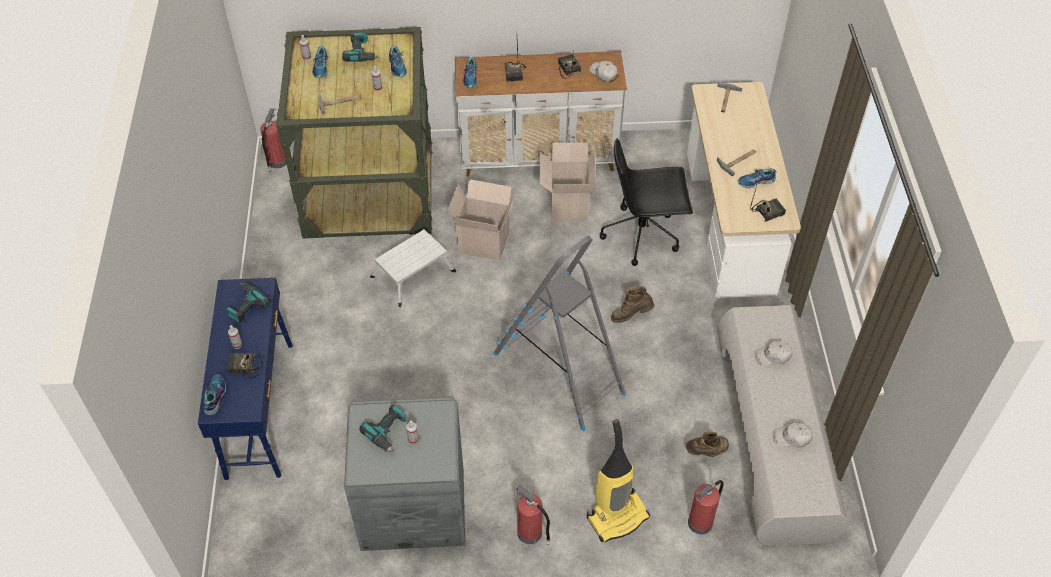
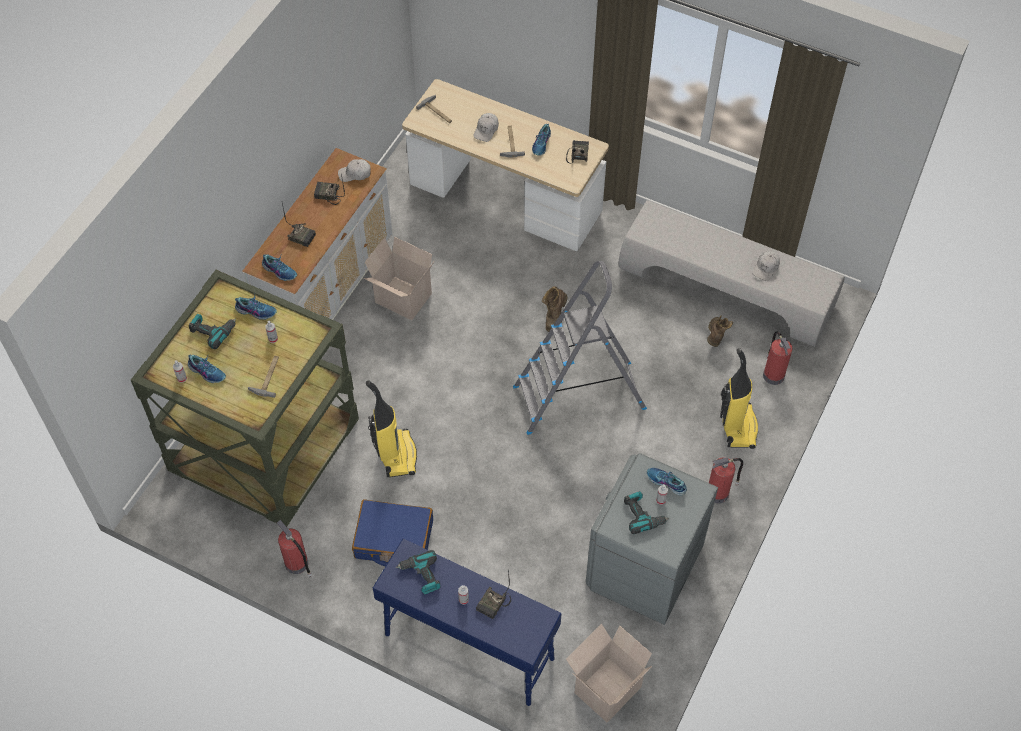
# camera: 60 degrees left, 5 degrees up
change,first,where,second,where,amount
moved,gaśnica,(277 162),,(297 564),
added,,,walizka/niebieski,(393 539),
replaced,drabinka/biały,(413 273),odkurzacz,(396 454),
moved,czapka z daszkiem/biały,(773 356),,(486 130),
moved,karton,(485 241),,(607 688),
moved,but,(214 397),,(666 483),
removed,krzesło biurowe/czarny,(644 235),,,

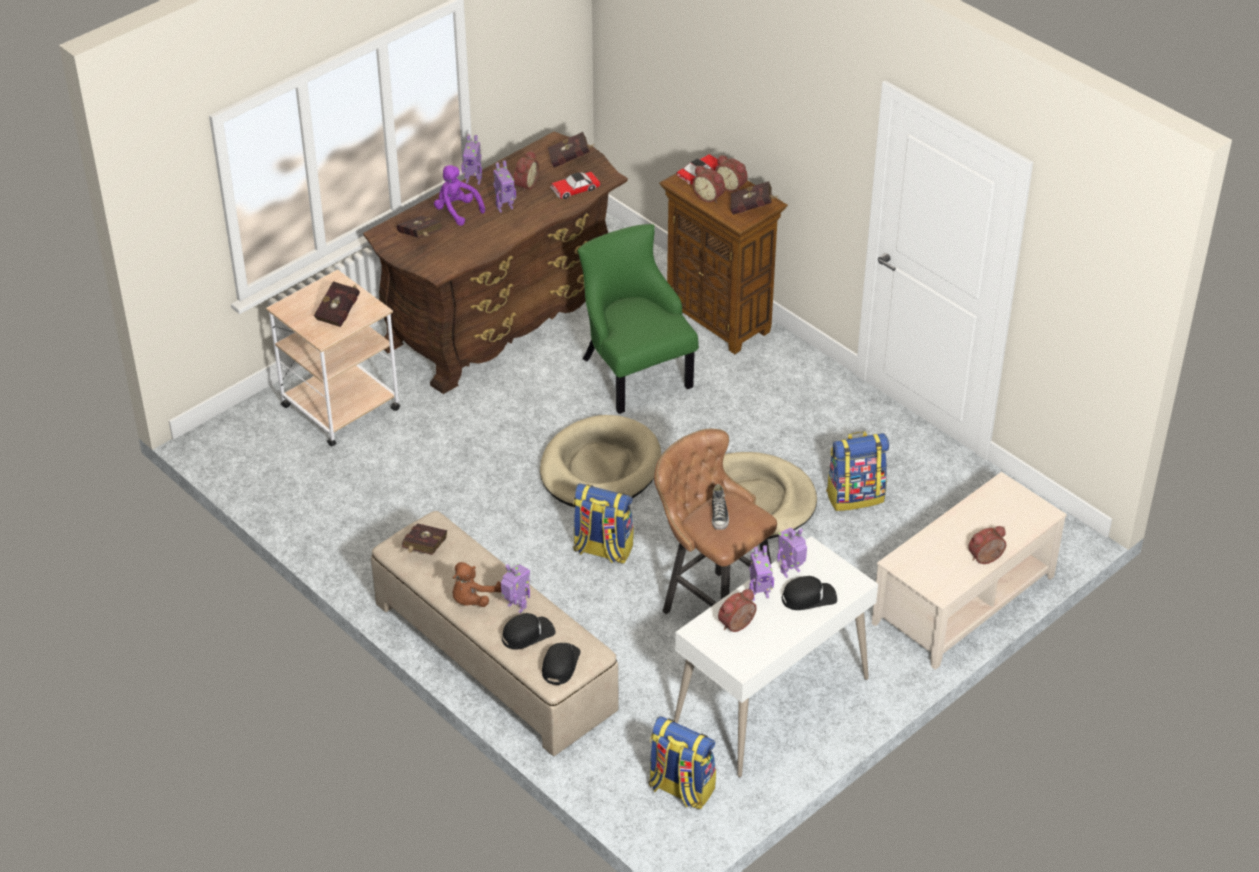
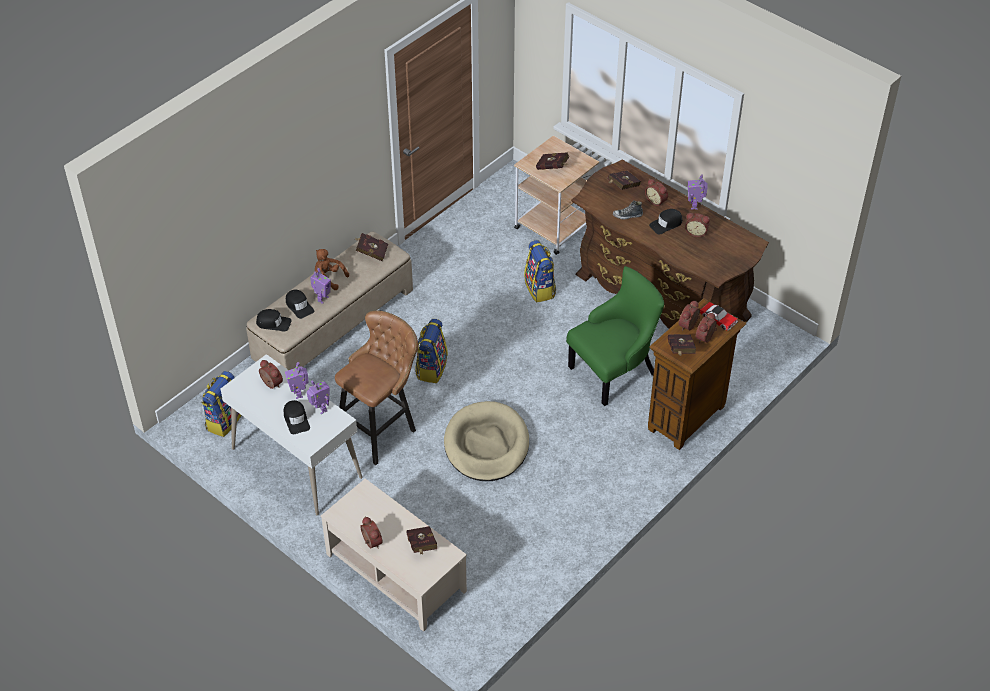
# camera: 85 degrees right, 5 degrees up
change,first,where,second,where,amount
moved,książka/czerwony,(570 159),,(422 546),
moved,plecak,(855 496),,(540 289),
moved,but,(719 516),,(627 215),
replaced,pluszak/fioletowy,(457 211),budzik,(656 201),
replaced,robot zabawkowy,(504 207),czapka z daszkiem/czarny,(666 224),
removed,legowisko/beżowy,(600 468),,,
removed,samochodzik,(575 189),,,

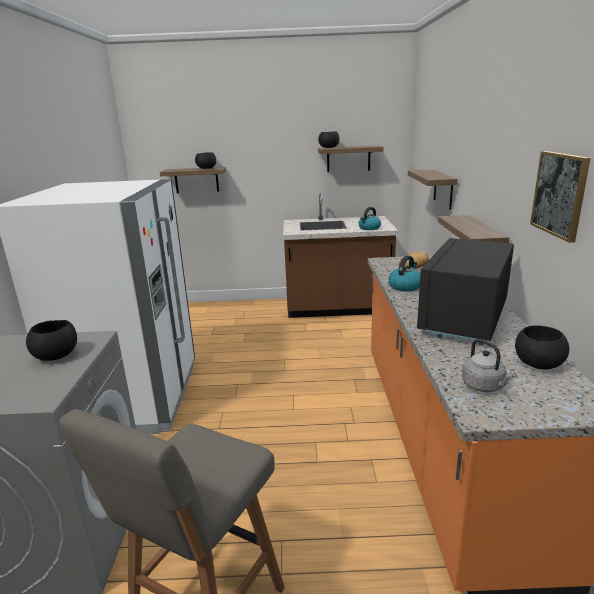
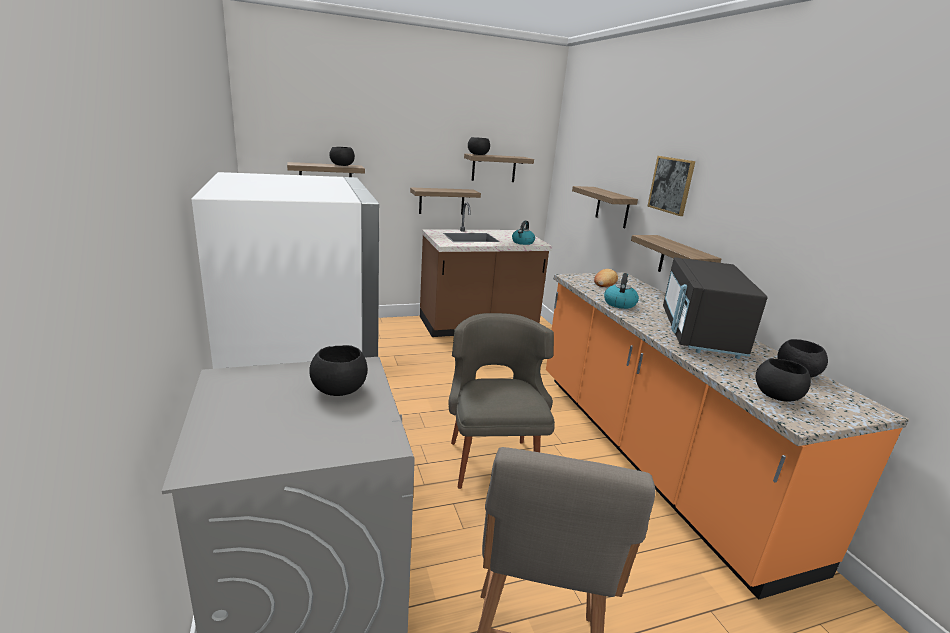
# camera: 20 degrees left, 0 degrees up
change,first,where,second,where,amount
added,,,półka,(441 201),
added,,,krzesło/szary,(492 464),
moved,obraz,(560 194),,(671 185),
replaced,czajnik/szary,(484 386),miska/czarny,(777 396),

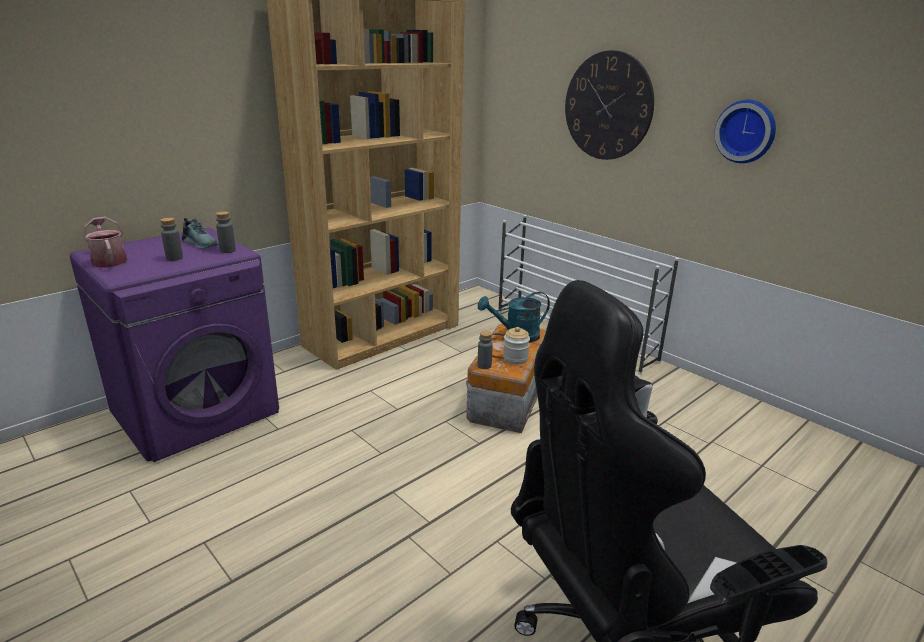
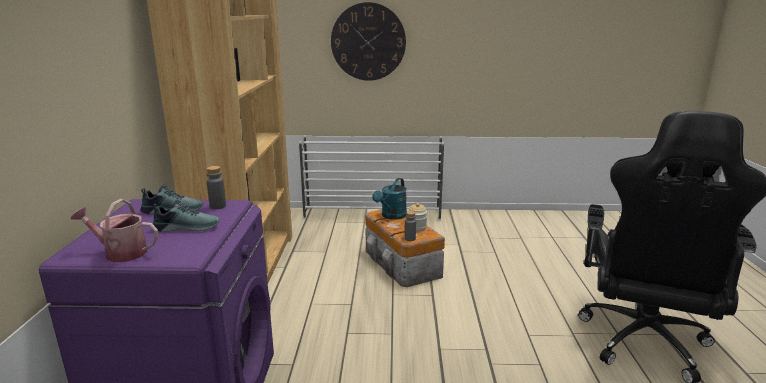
# camera: 45 degrees left, 5 degrees down
change,first,where,second,where,amount
replaced,butelka/szary,(174 258),but,(187 227),
removed,zegar ścienny,(746 131),,,

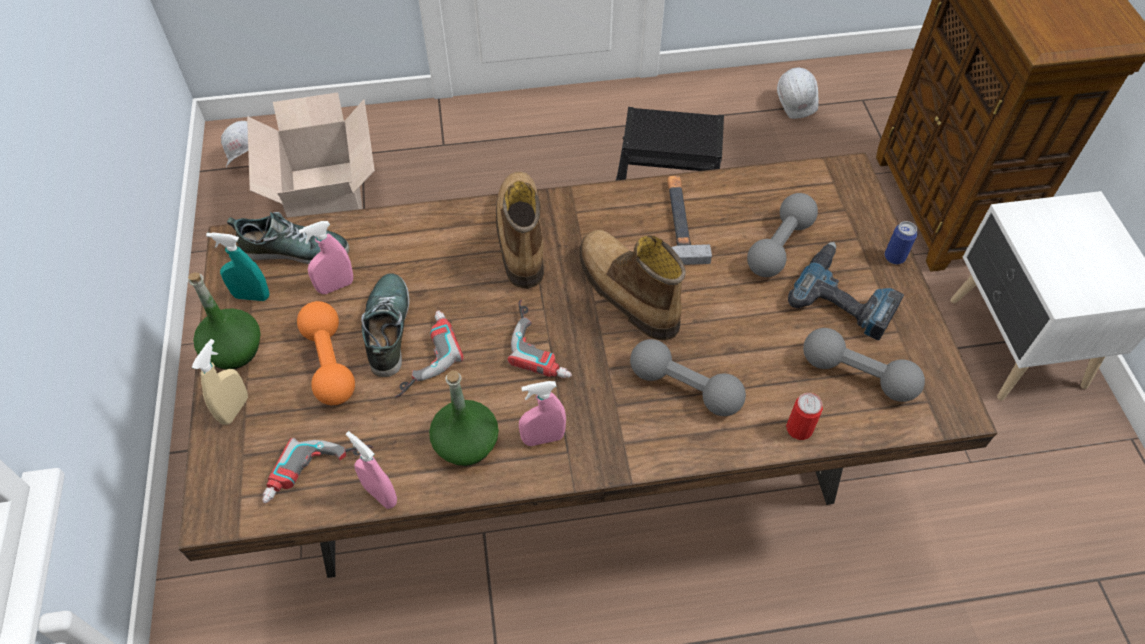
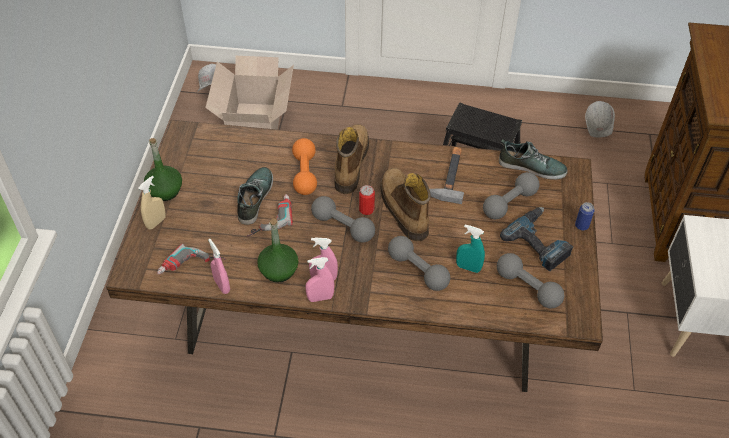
# camera: 15 degrees right, 5 degrees down
change,first,where,second,where,amount
moved,hantel/pomarańczowy,(329 363),,(304 174),
moved,spryskiwacz/różowy,(336 286),,(320 298),
replaced,wiertarka,(544 343),hantel/szary,(343 227),
moved,puszka,(799 428),,(366 209),
moved,spryskiwacz/turkusowy,(252 296),,(468 267),
moved,but,(295 249),,(531 167),

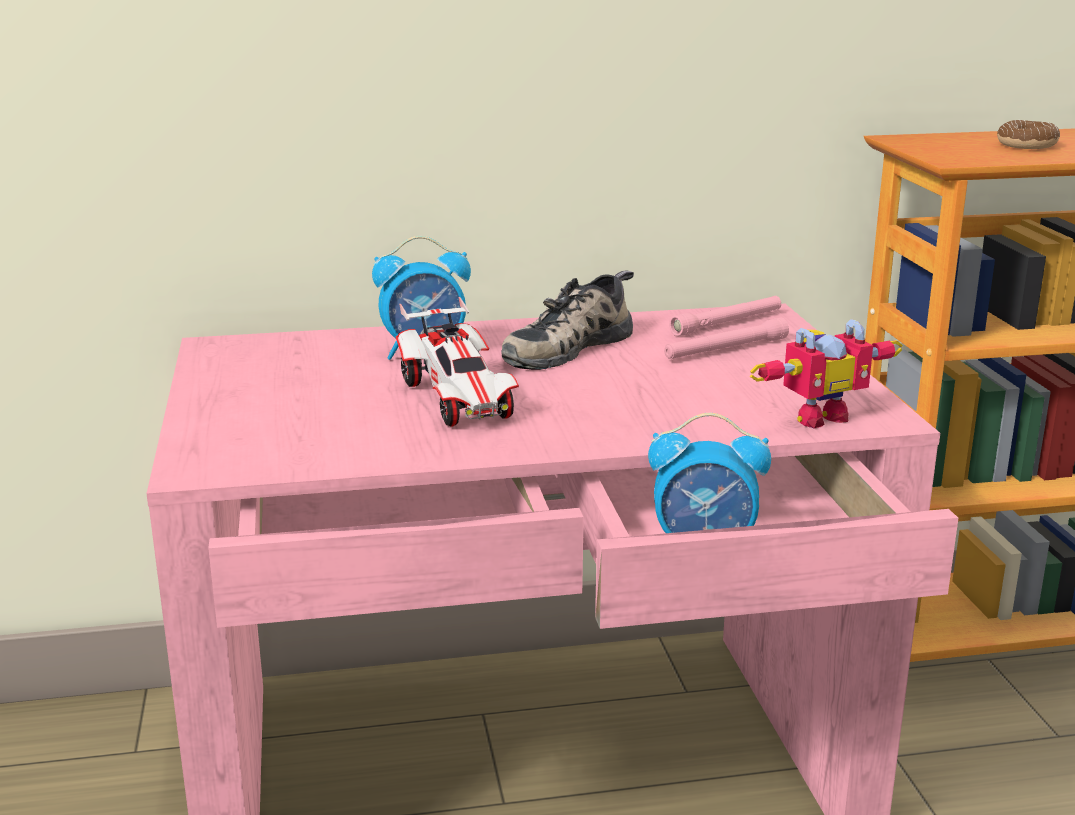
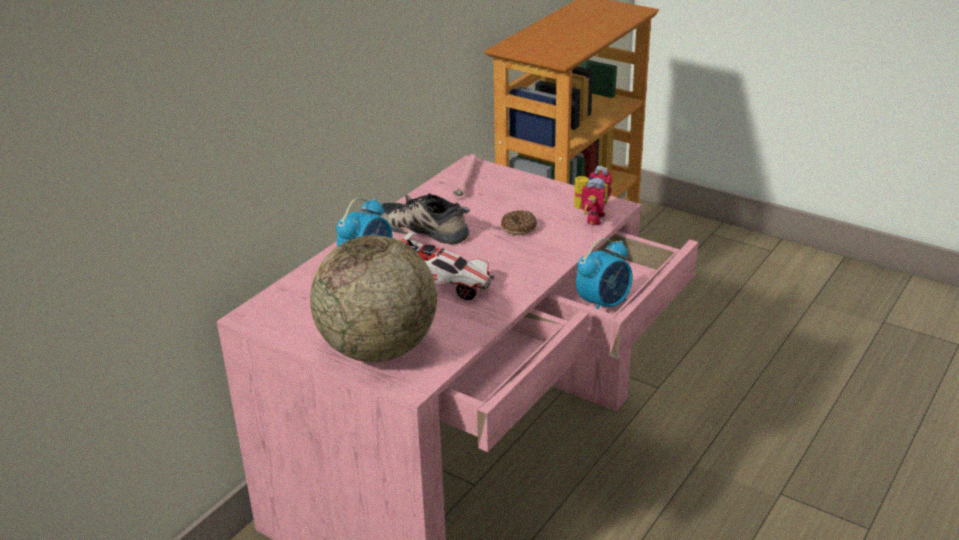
# camera: 45 degrees left, 10 degrees up
change,first,where,second,where,amount
added,,,globus,(378 349),
turned,but,(566 346),,(424 228),120 degrees clockwise
moved,donut,(1026 145),,(519 228),
removed,latarka/różowy,(725 350),,,

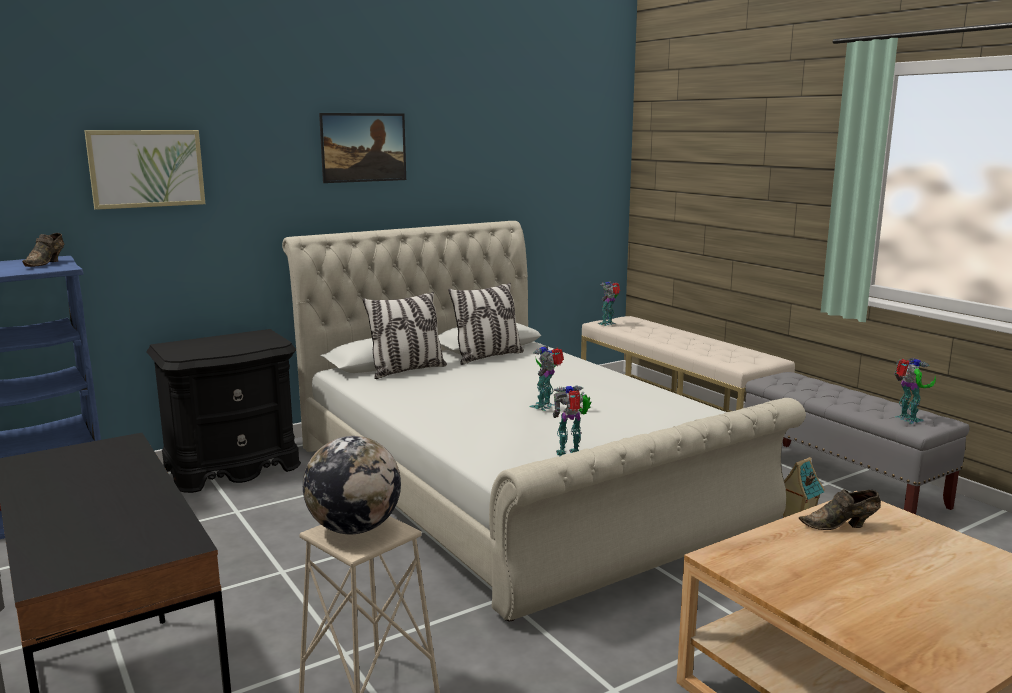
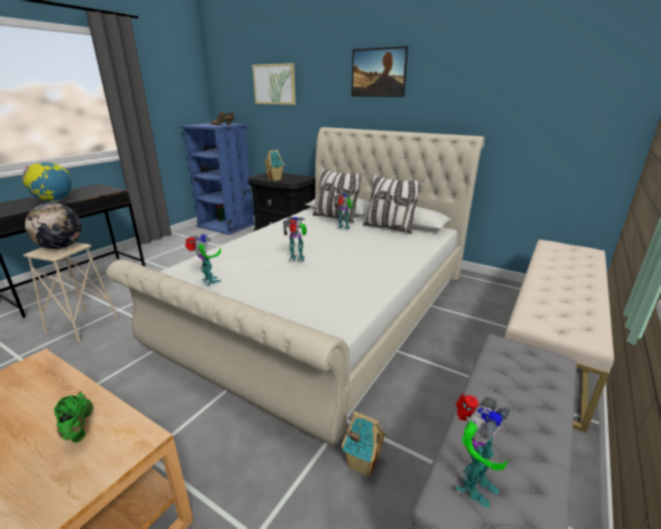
# camera: 65 degrees right, 10 degrees up
change,first,where,second,where,amount
added,,,globus,(54 201),
recoloured,but/brązowy,(841 526),but/zielony,(78 426),
added,,,domek,(275 179),
moved,robot zabawkowy,(608 324),,(344 228),

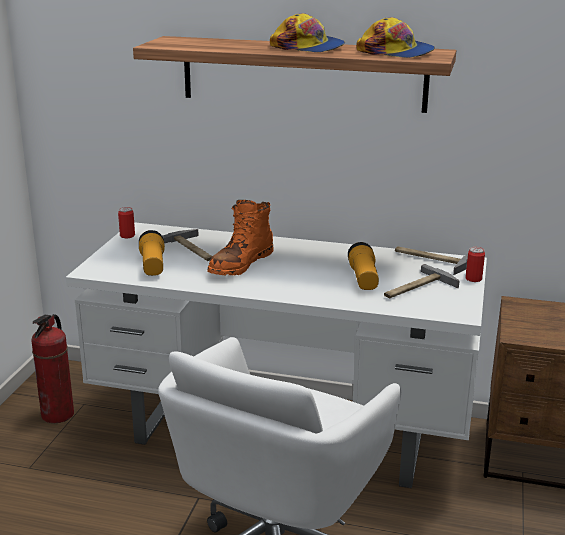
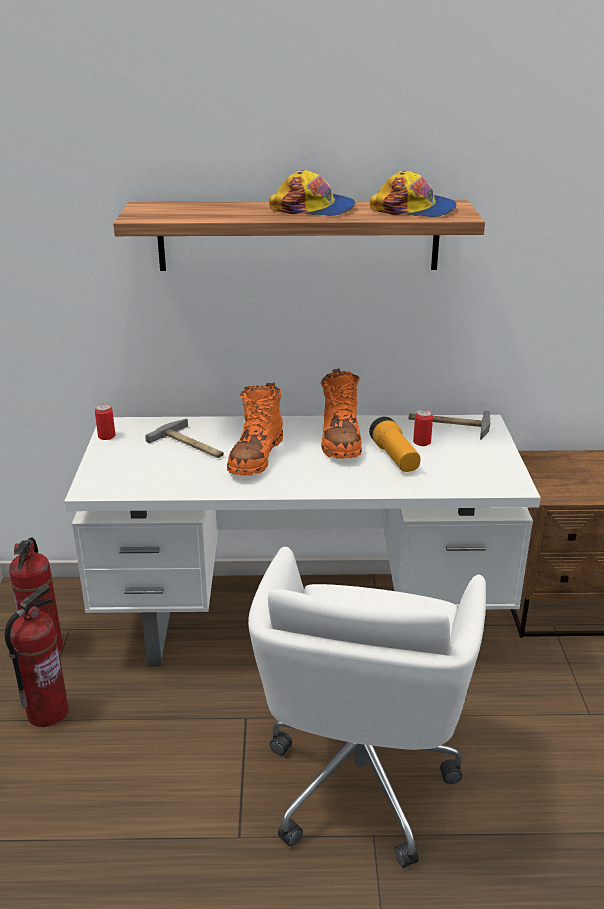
# camera: 15 degrees left, 5 degrees up
change,first,where,second,where,amount
added,,,gaśnica,(47 712),
added,,,but z cholewką/pomarańczowy,(340 441),
moved,puszka,(473 279),,(422 442),
removed,latarka,(152 265),,,
removed,młotek,(416 288),,,

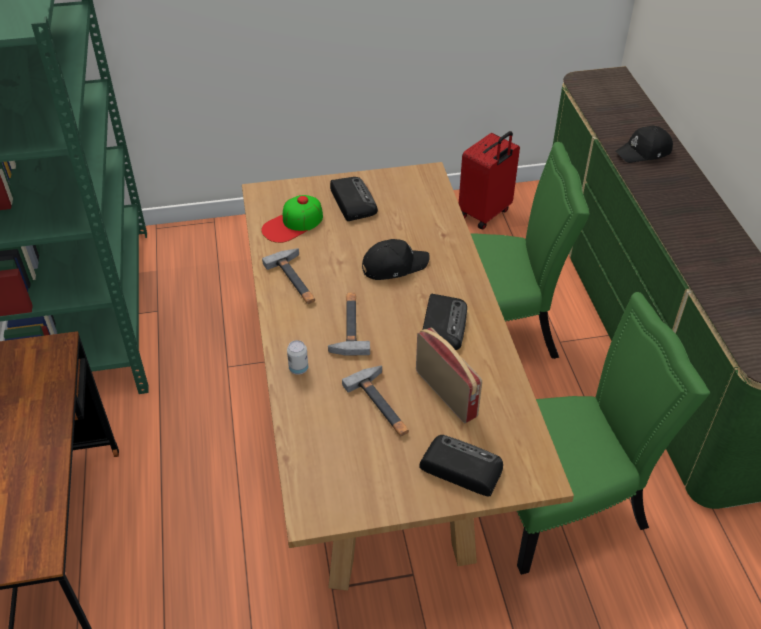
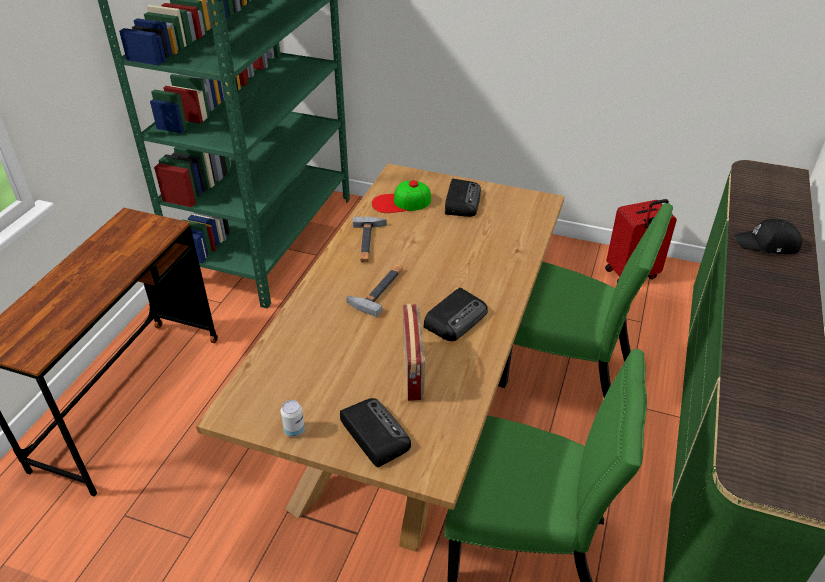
# camera: 30 degrees right, 5 degrees down
change,first,where,second,where,amount
moved,puszka,(298 369),,(294 430),
removed,młotek,(382 405),,,
removed,czapka z daszkiem/czarny,(393 265),,,

